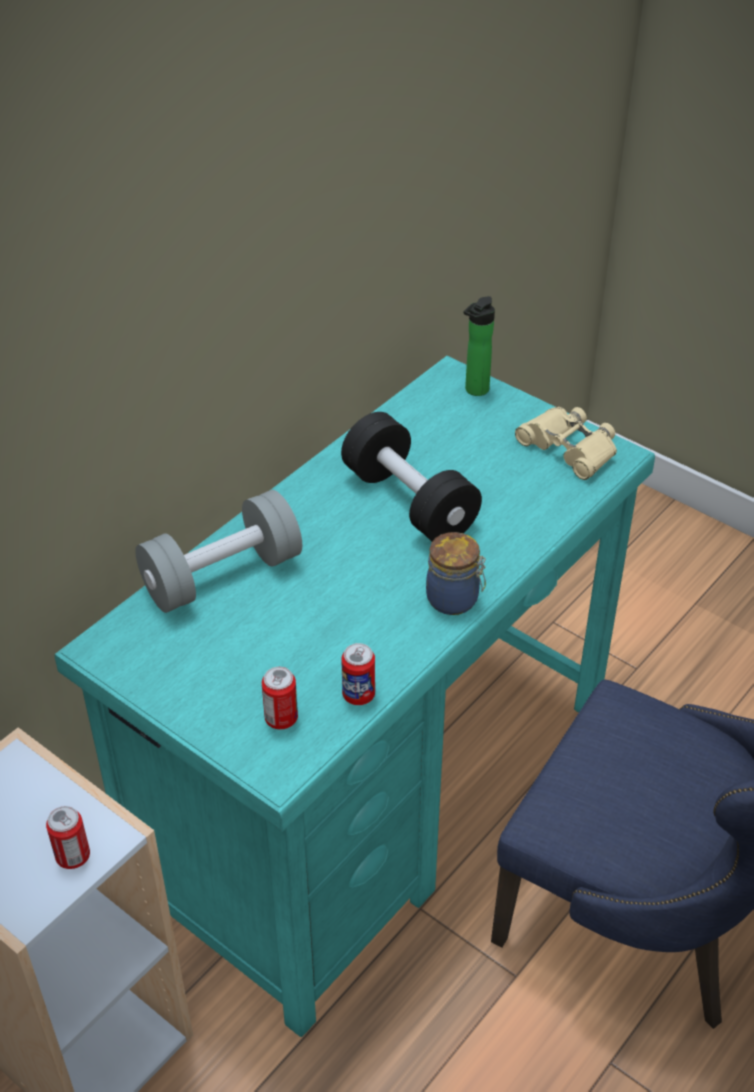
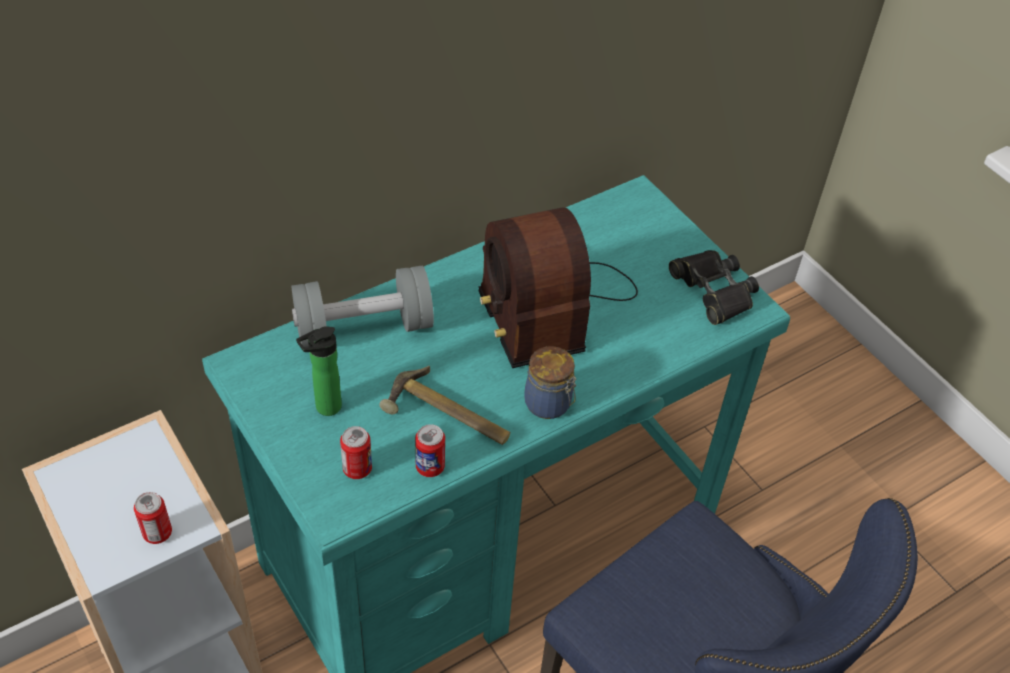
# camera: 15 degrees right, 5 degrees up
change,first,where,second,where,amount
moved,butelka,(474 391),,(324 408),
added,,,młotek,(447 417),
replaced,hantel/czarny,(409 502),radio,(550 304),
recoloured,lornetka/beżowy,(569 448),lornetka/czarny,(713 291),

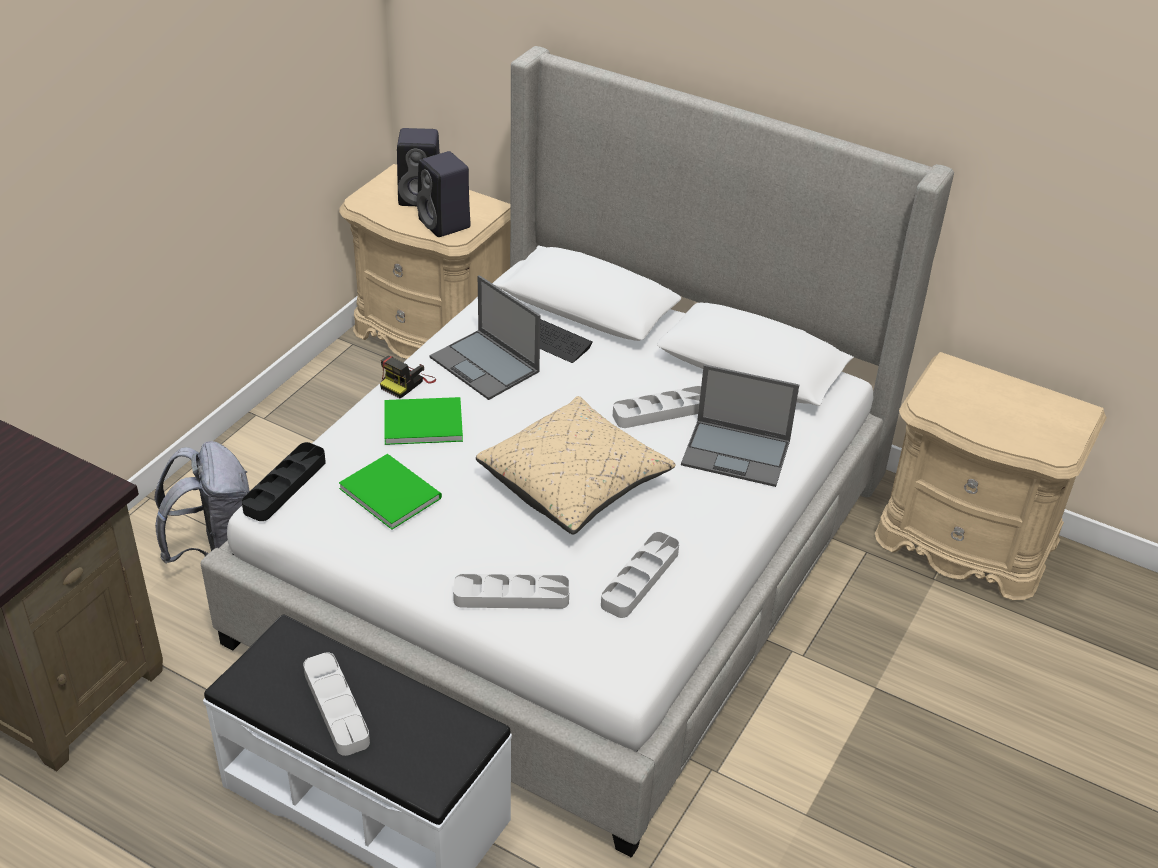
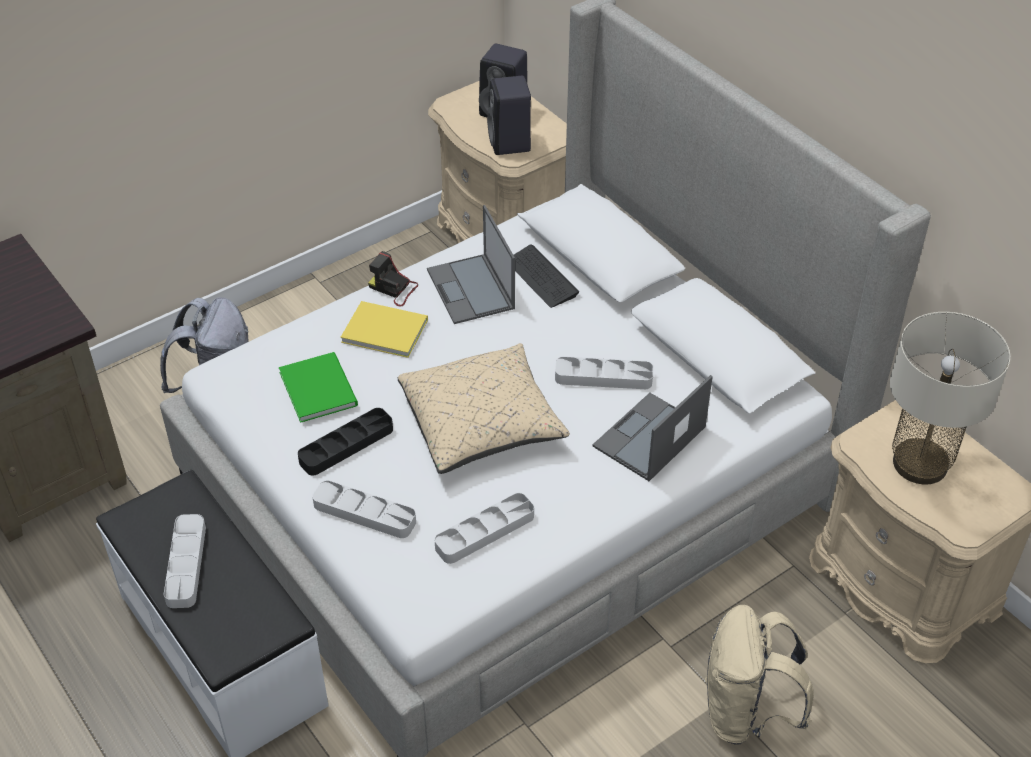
# camera: 25 degrees right, 5 degrees up
change,first,where,second,where,amount
moved,taca/czarny,(285 486),,(346 445),
recoloured,książka/zielony,(420 421),książka/żółty,(383 329),
turned,aparat fotograficzny,(407 382),,(394 289),60 degrees clockwise
turned,laptop,(737 453),,(649 438),90 degrees clockwise
added,,,plecak/beżowy,(746 713),
added,,,lampa stołowa,(919 464),

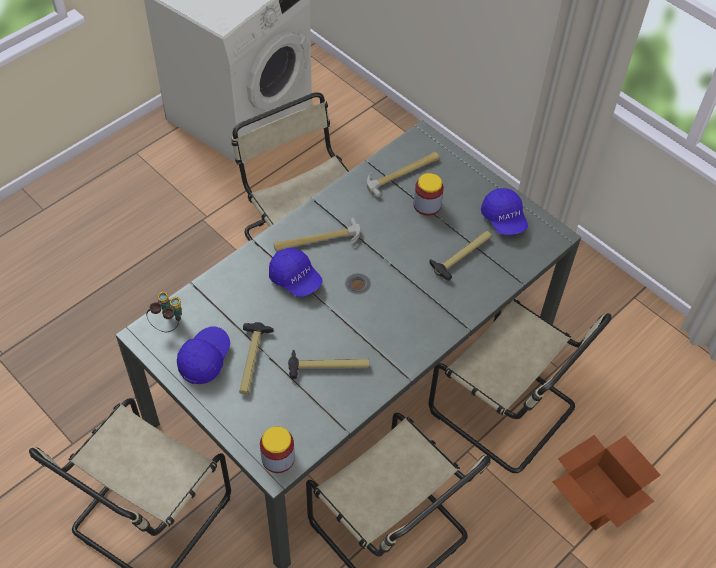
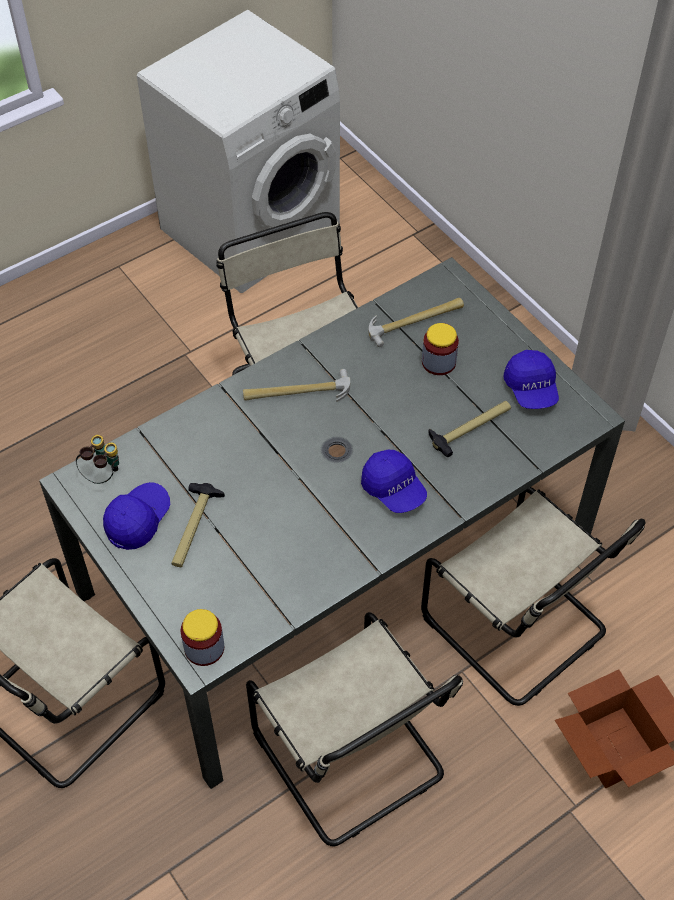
# camera: 10 degrees right, 0 degrees up
change,first,where,second,where,amount
moved,czapka z daszkiem/niebieski,(295 279),,(393 489),
removed,młotek,(328 366),,,

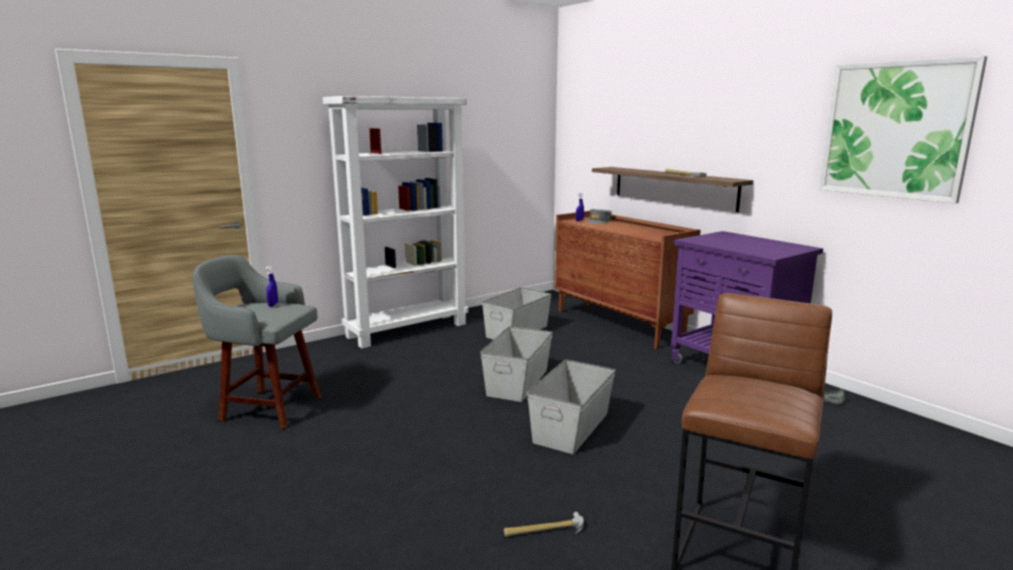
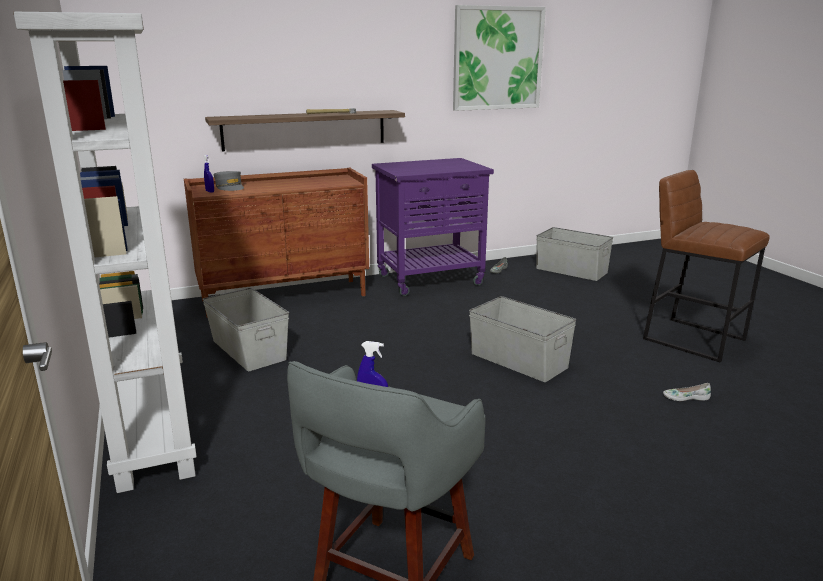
# camera: 75 degrees left, 5 degrees up
change,first,where,second,where,amount
moved,pojemnik do przechowywania/szary,(518 382),,(571 270),
replaced,młotek,(544 530),but/biały,(685 397),

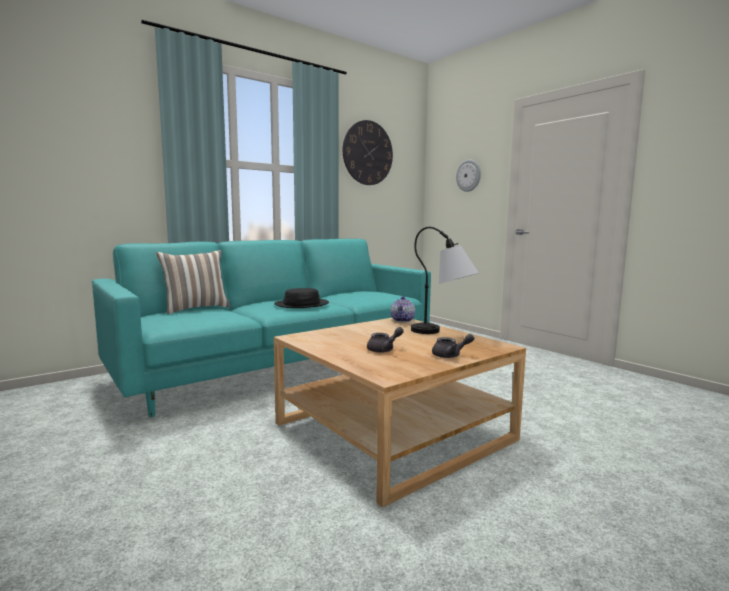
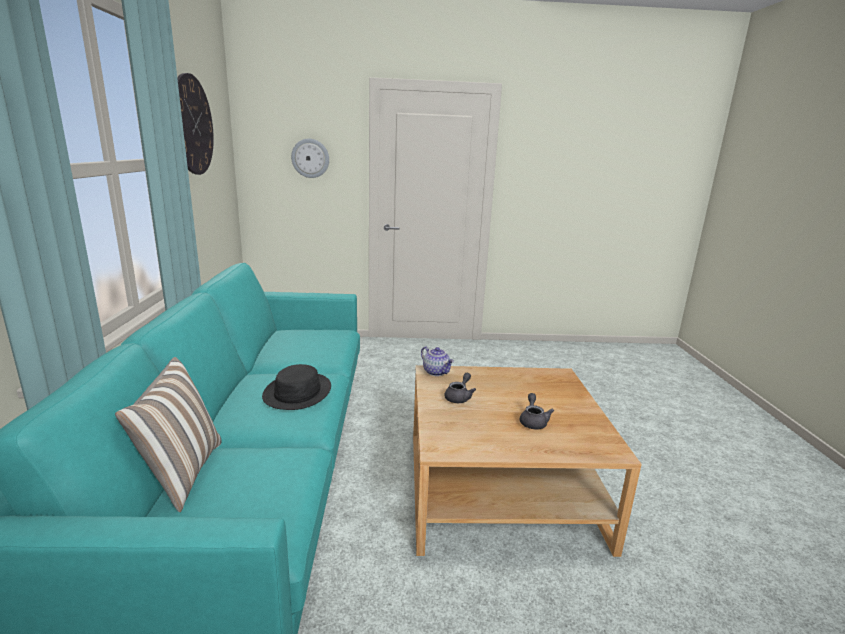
# camera: 55 degrees left, 10 degrees up
change,first,where,second,where,amount
moved,imbryk/szary,(450 355),,(459 397),
removed,lampa stołowa,(443 333),,,

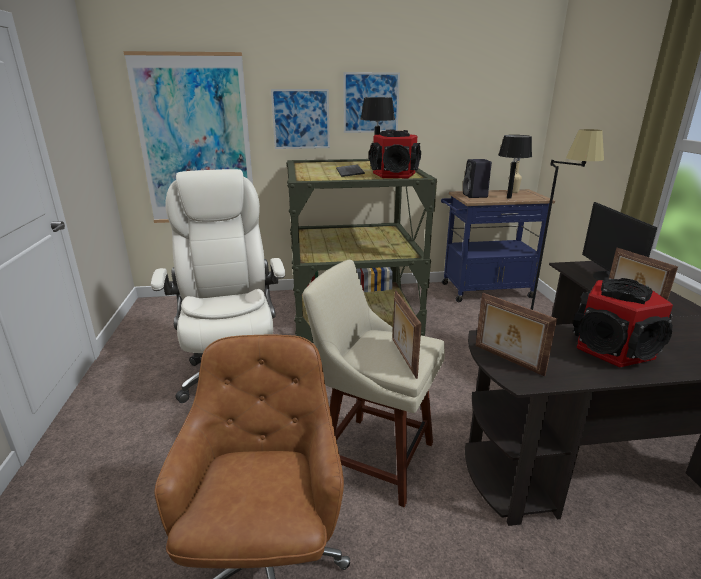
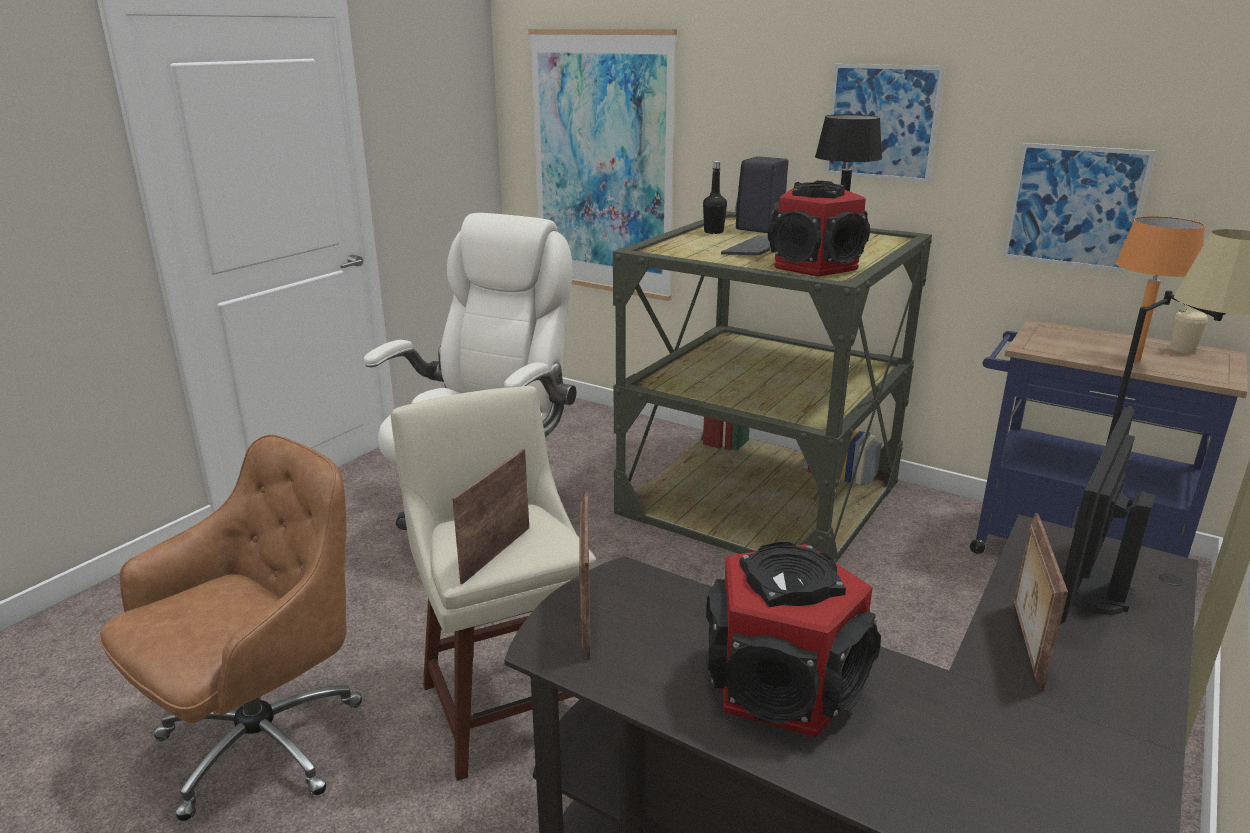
# camera: 40 degrees right, 0 degrees up
change,first,where,second,where,amount
added,,,butelka/czarny,(713 232),
moved,głośnik/czarny,(475 196),,(759 228),
moved,obraz,(301 119),,(1074 207),
recoloured,lampa stołowa/czarny,(508 198),lampa stołowa/pomarańczowy,(1134 360),

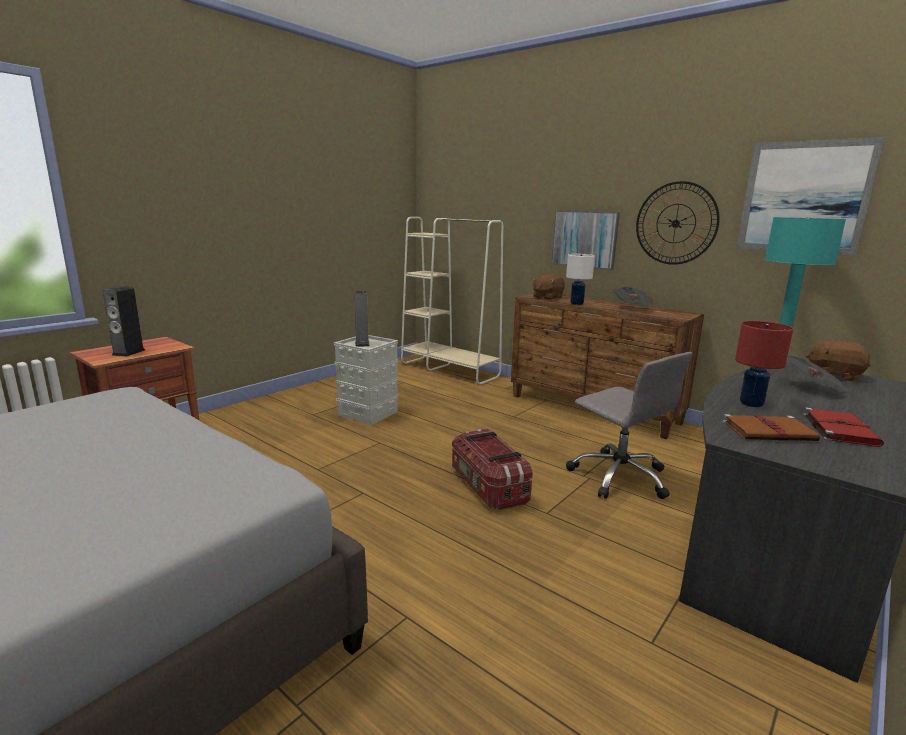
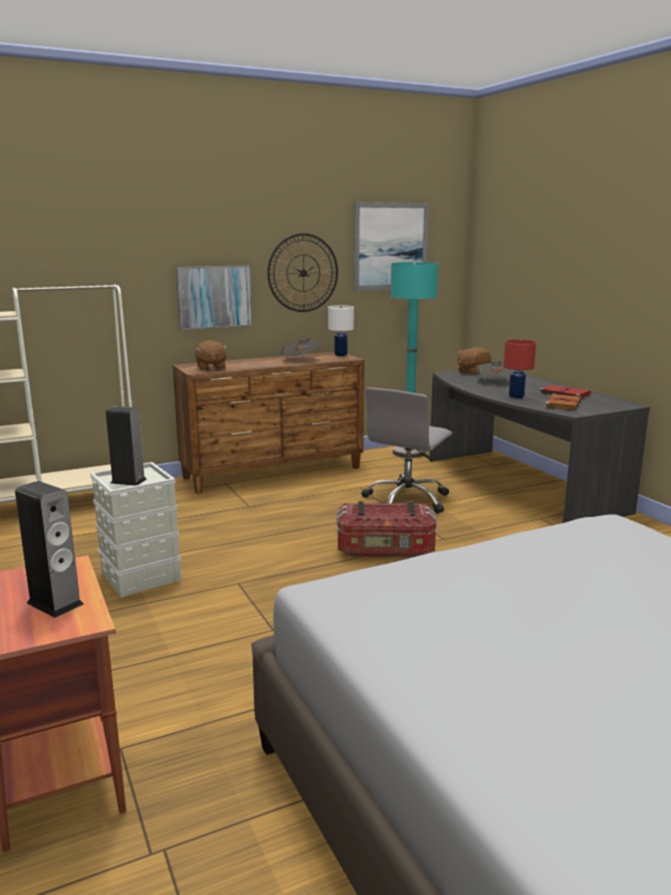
# camera: 65 degrees left, 0 degrees up
change,first,where,second,where,amount
moved,lampa stołowa/biały,(577 303),,(341 355),
turned,krzesło biurowe/szary,(620 477),,(407 500),135 degrees clockwise

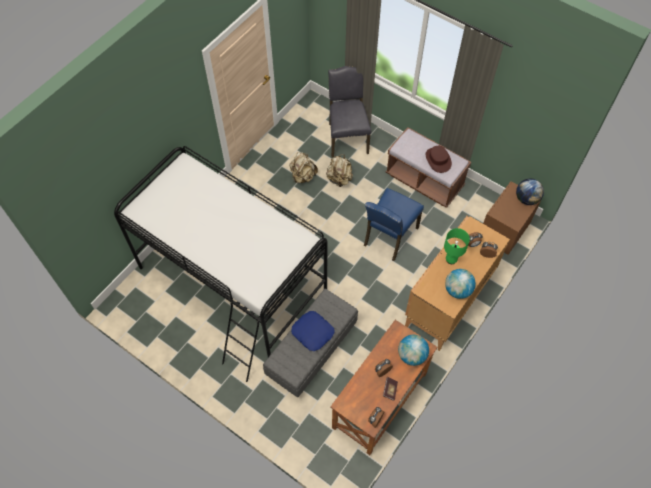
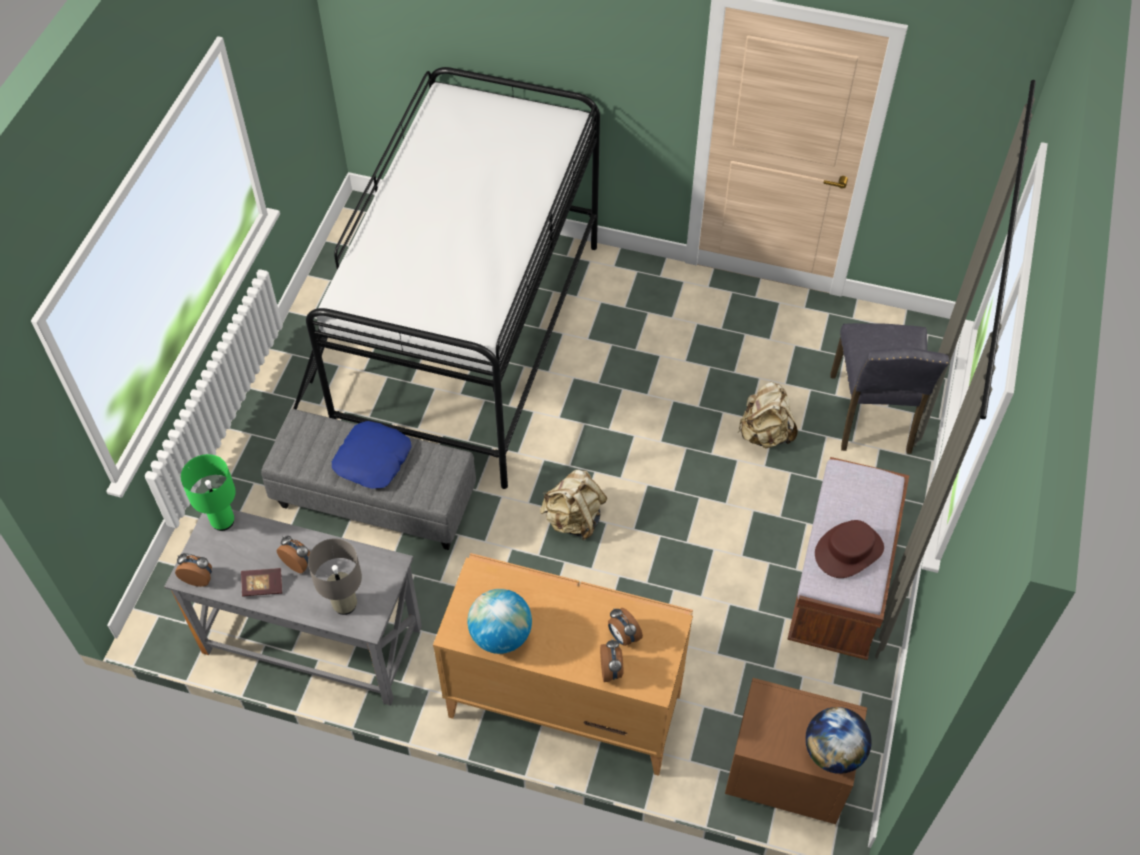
# camera: 70 degrees right, 5 degrees down
change,first,where,second,where,amount
recoloured,biurko/brązowy,(380 400),biurko/szary,(312 640),
moved,lampa stołowa/zielony,(451 259),,(223 522),
replaced,globus,(412 355),lampa stołowa/szary,(344 604),
moved,plecak/beżowy,(302 176),,(573 519),
turned,krzesło/szary,(347 137),,(873 416),120 degrees clockwise
removed,krzesło/niebieski,(389 237),,,

